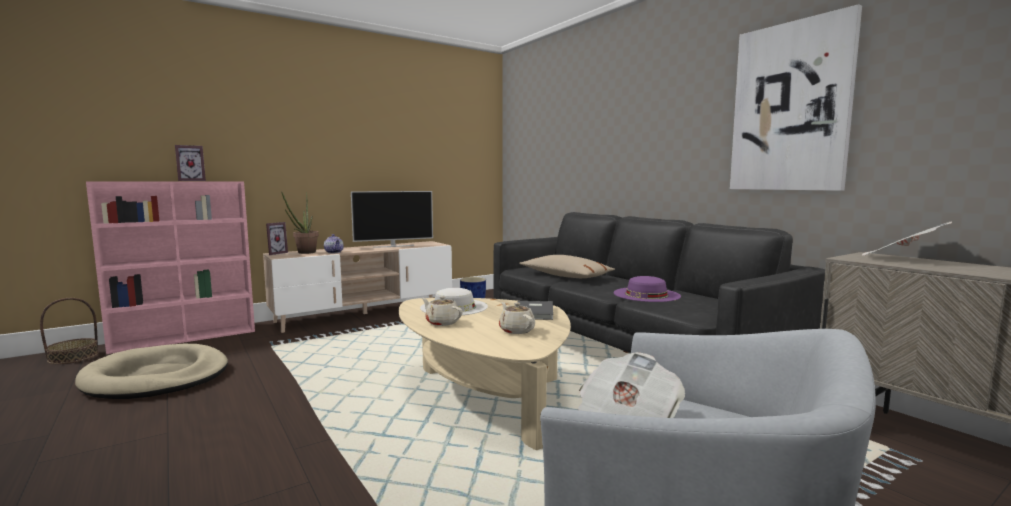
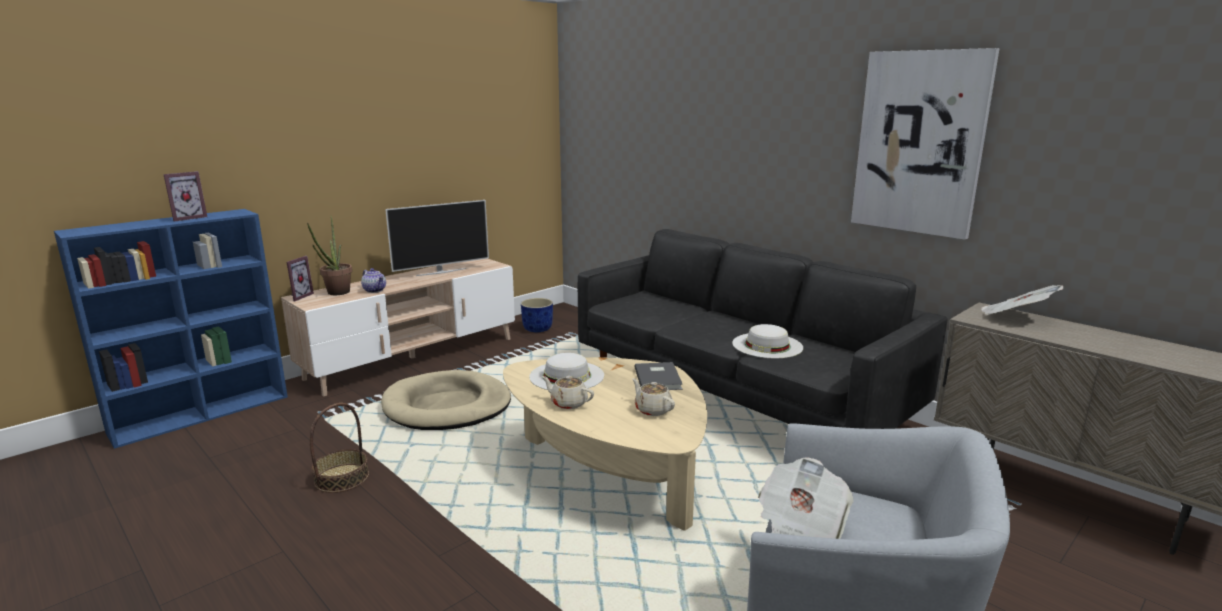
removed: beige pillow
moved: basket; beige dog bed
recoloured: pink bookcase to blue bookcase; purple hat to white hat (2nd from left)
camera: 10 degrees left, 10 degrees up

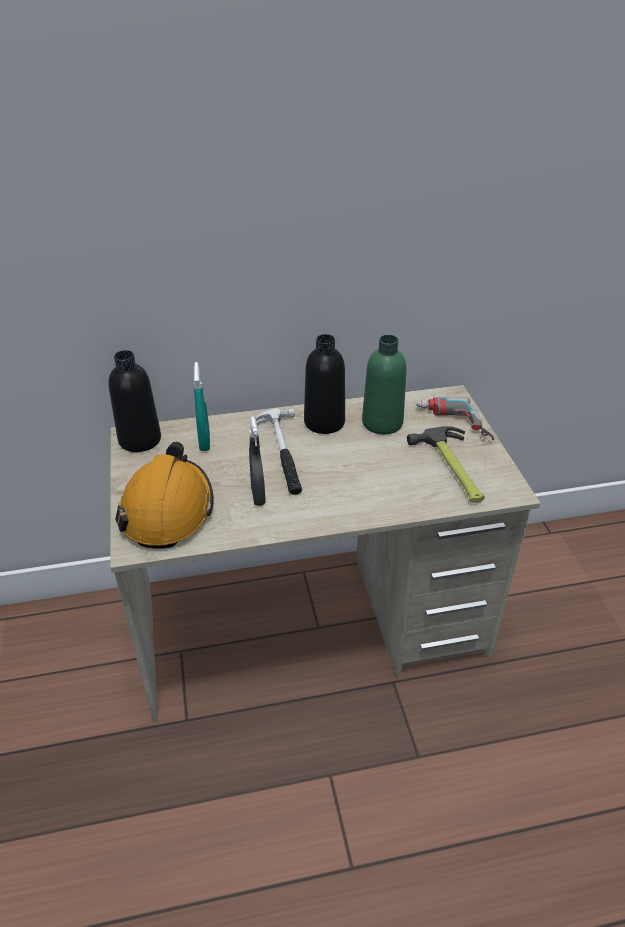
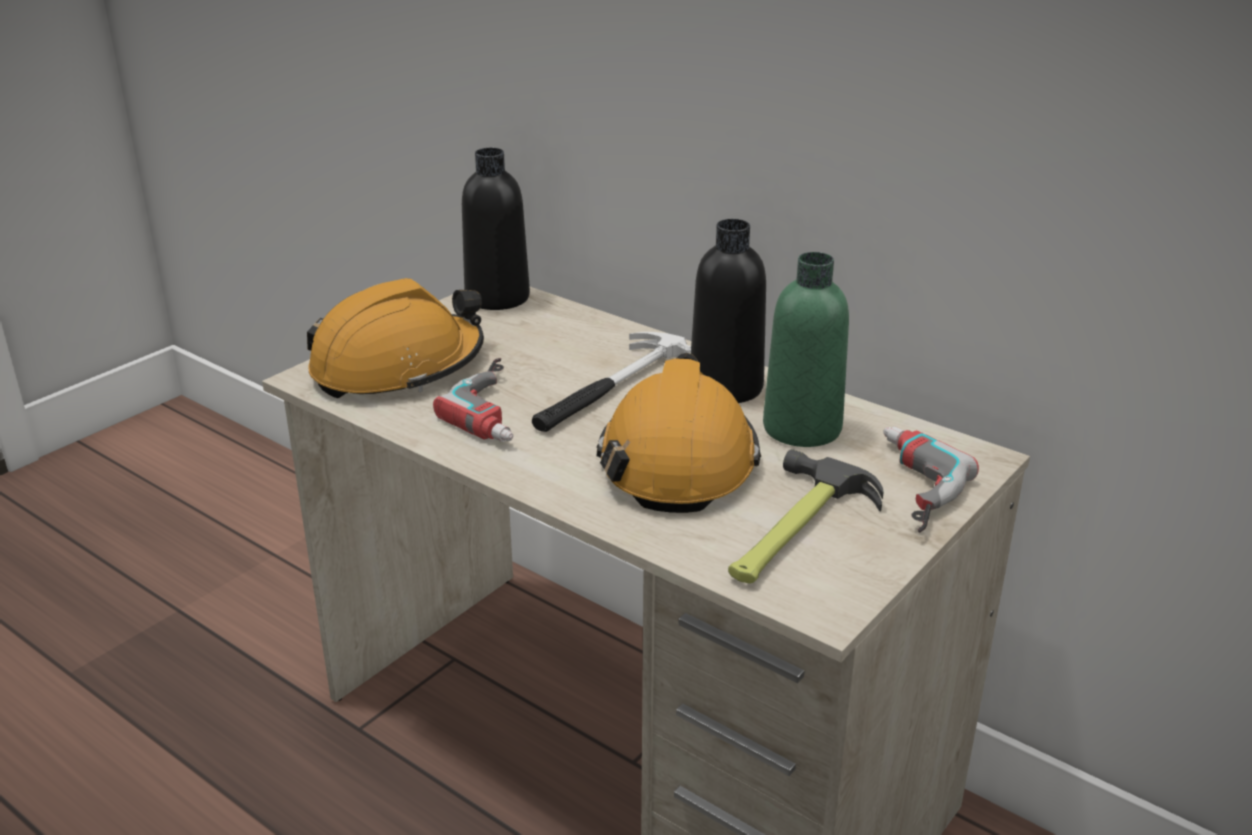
removed: turquoise spray bottle
added: orange hard hat (2nd from left)
replaced: grey spray bottle to power drill (1st from left)
camera: 50 degrees right, 10 degrees down

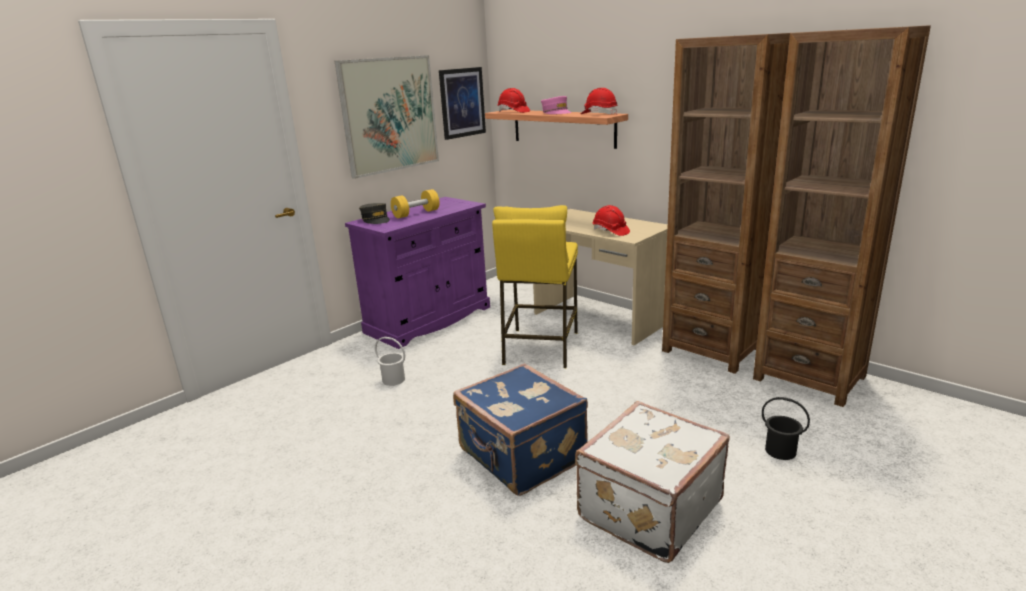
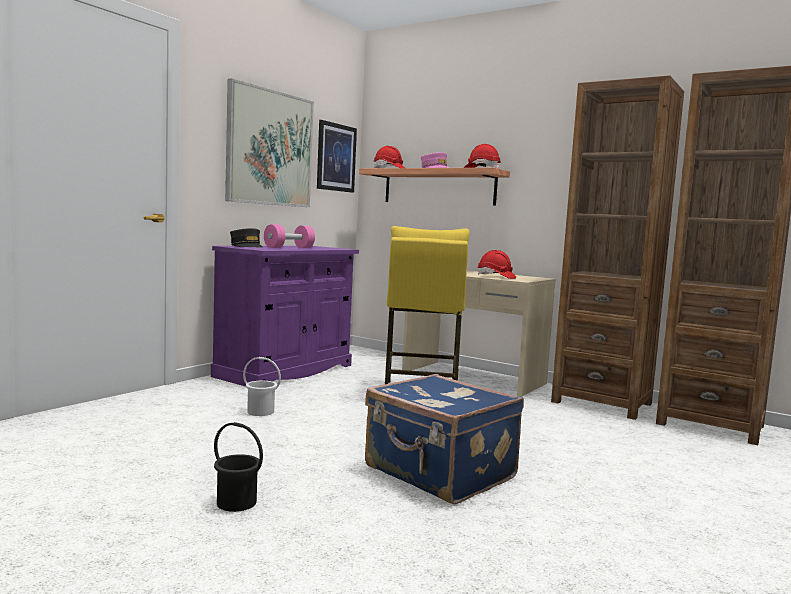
removed: white suitcase
moved: black bucket
recoloured: yellow dumbbell to pink dumbbell
camera: 10 degrees left, 15 degrees down

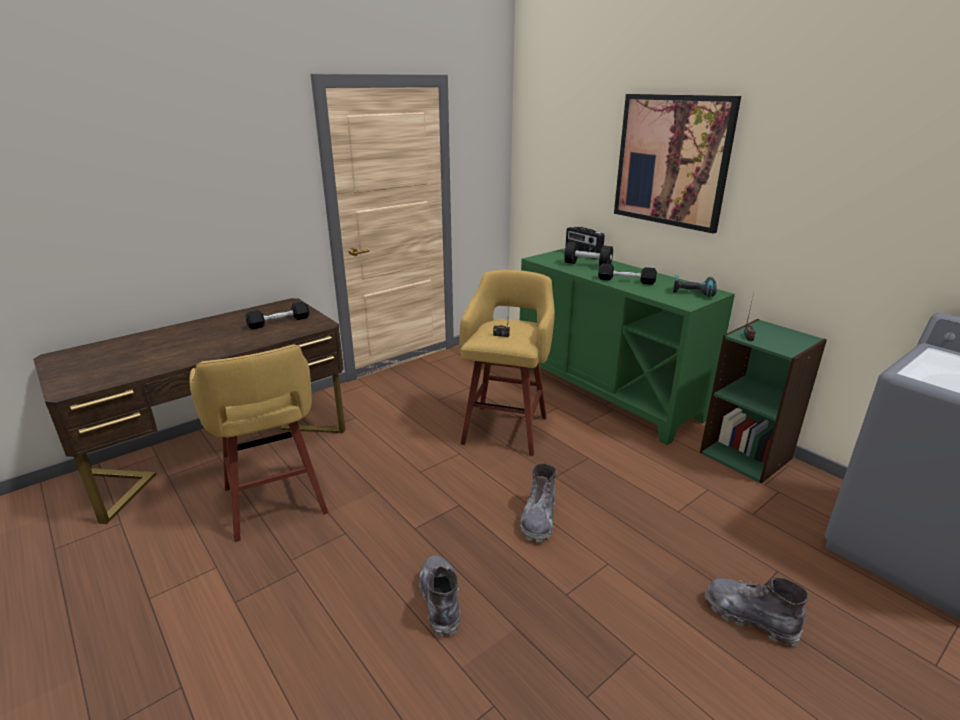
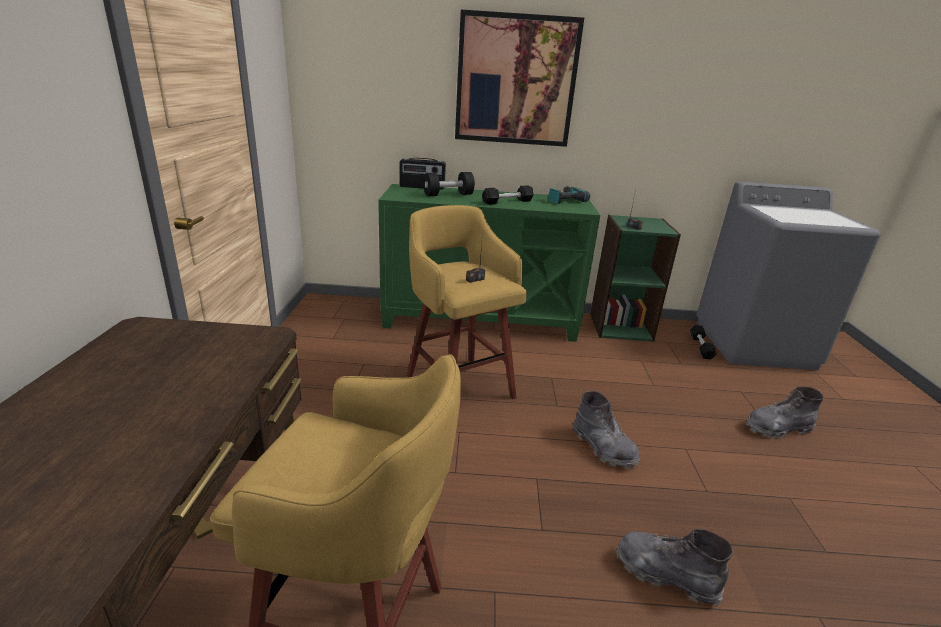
moved: black dumbbell (1st from left in the first image) to black dumbbell (3rd from left)
camera: 50 degrees left, 0 degrees up

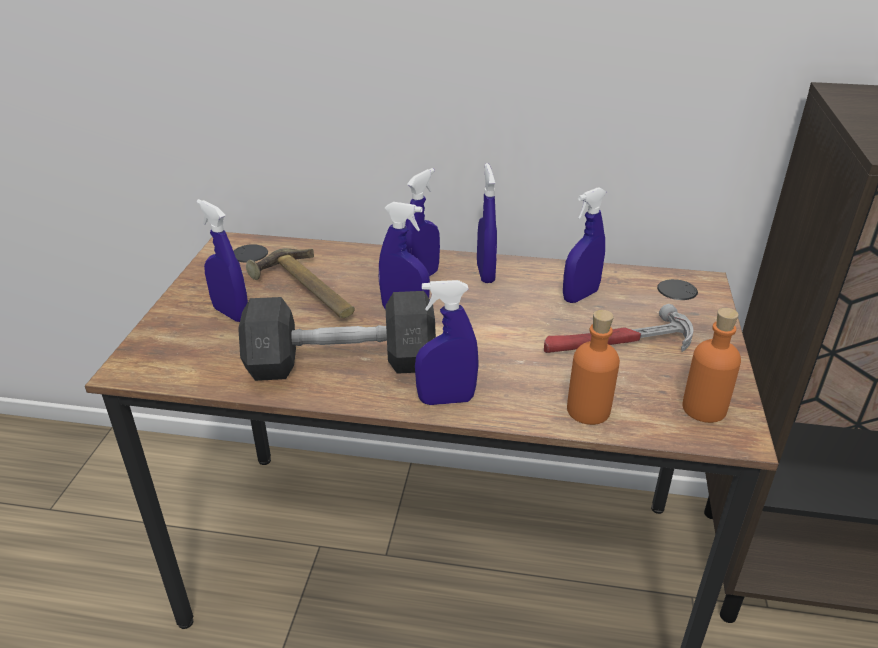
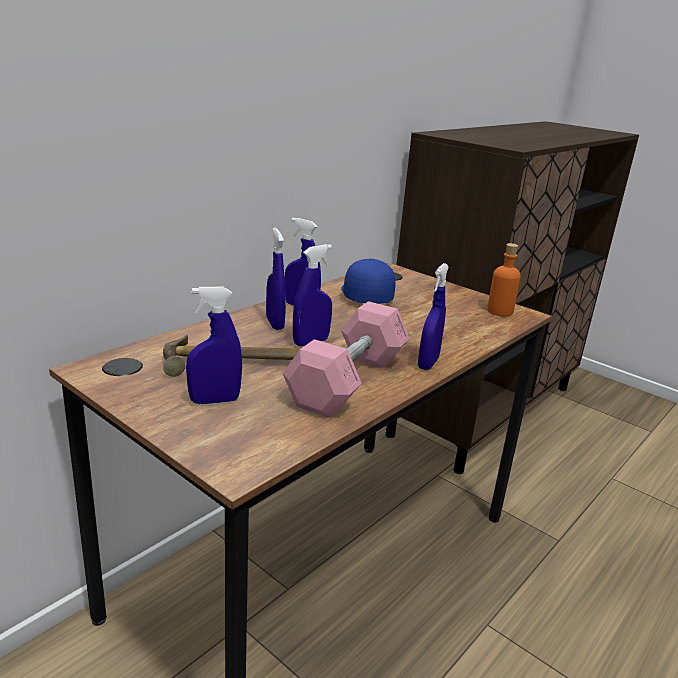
removed: hammer (2nd from left); orange bottle (1st from left)
replaced: blue spray bottle (6th from left) to blue cap
recoloured: grey dumbbell to pink dumbbell
camera: 60 degrees left, 10 degrees down

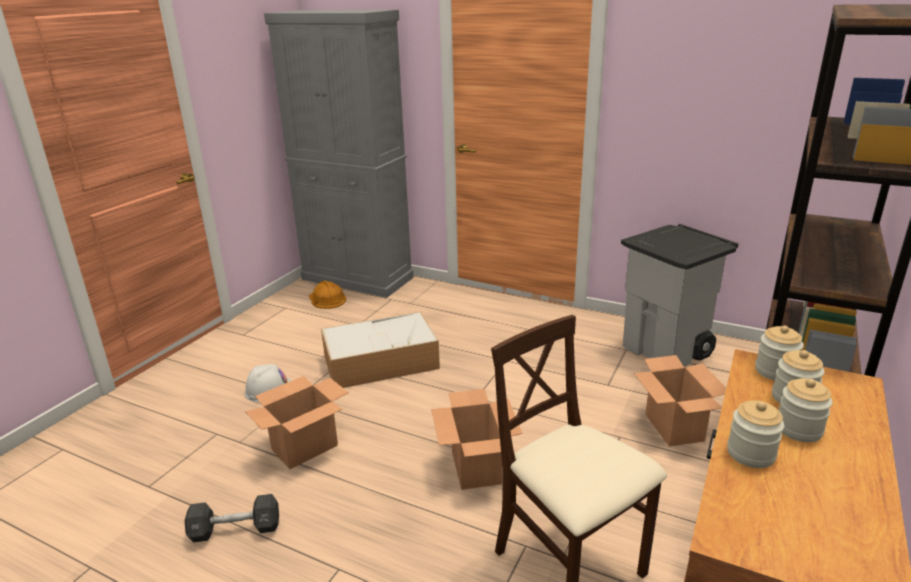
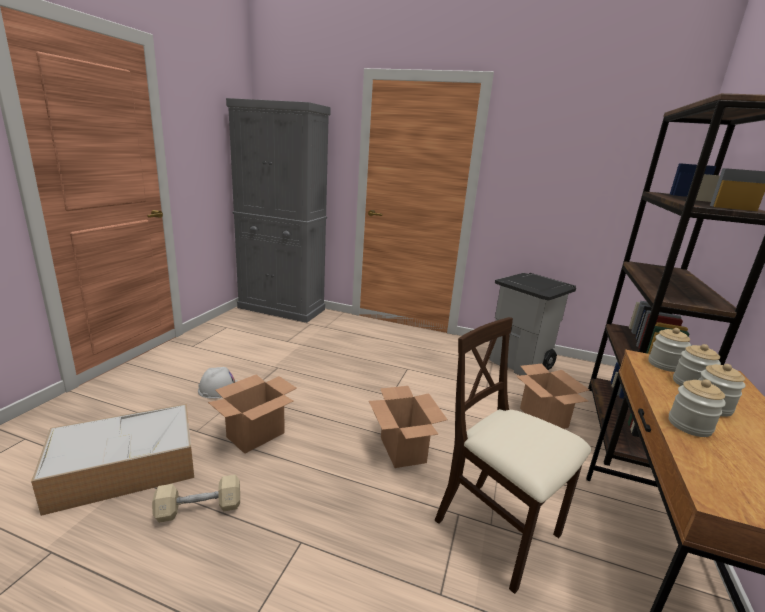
removed: orange hard hat
moved: storage box
recoloured: black dumbbell to beige dumbbell
camera: 10 degrees left, 5 degrees down

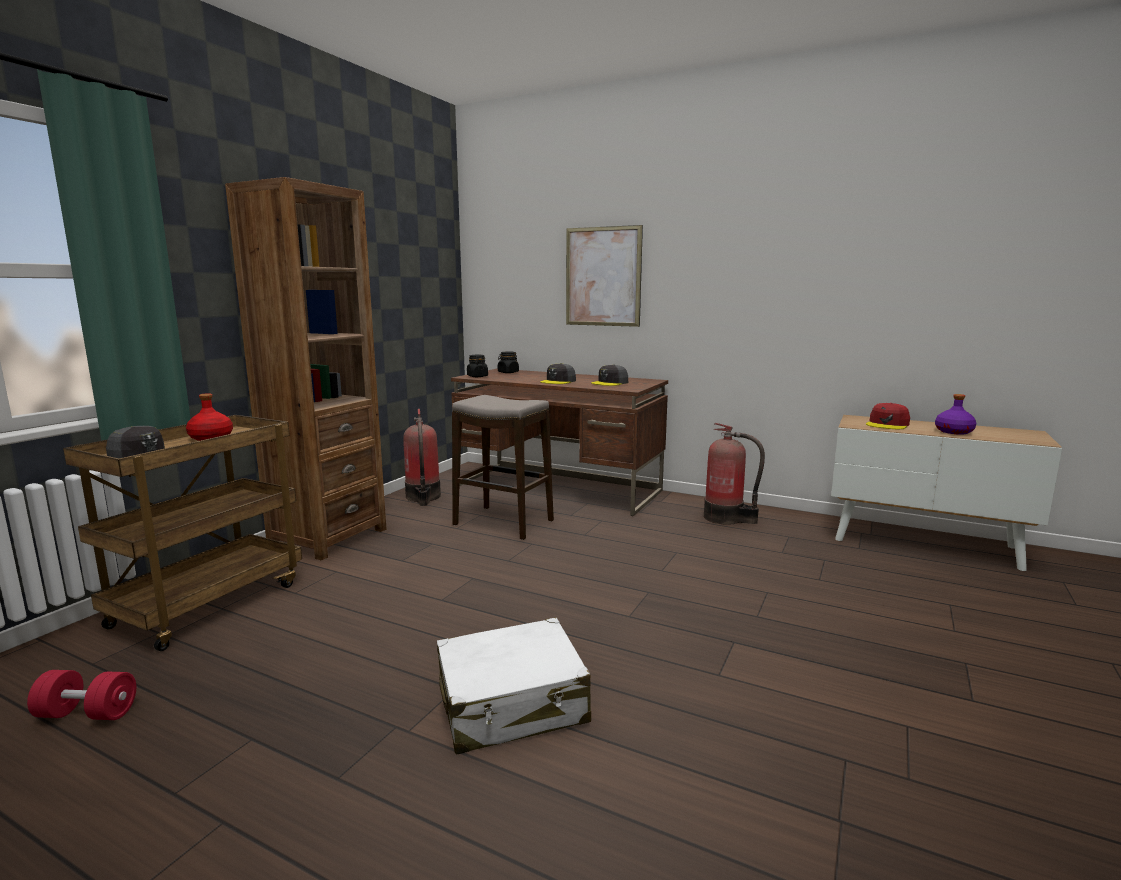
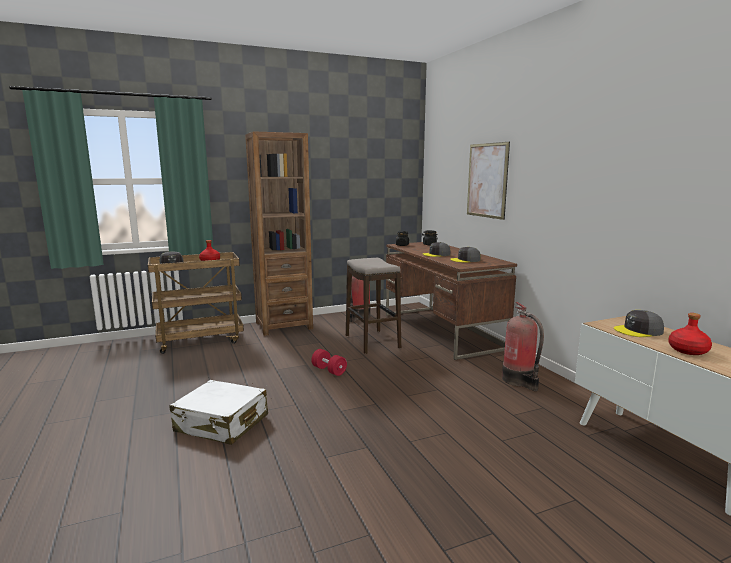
moved: red dumbbell
recoloured: red cap to grey cap (4th from left); purple bottle to red bottle (2nd from left)
camera: 40 degrees right, 0 degrees up

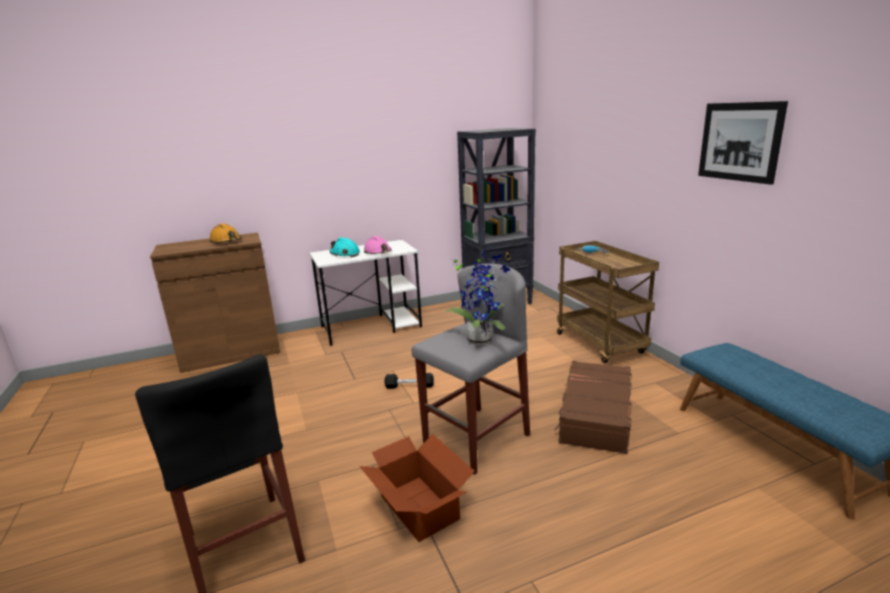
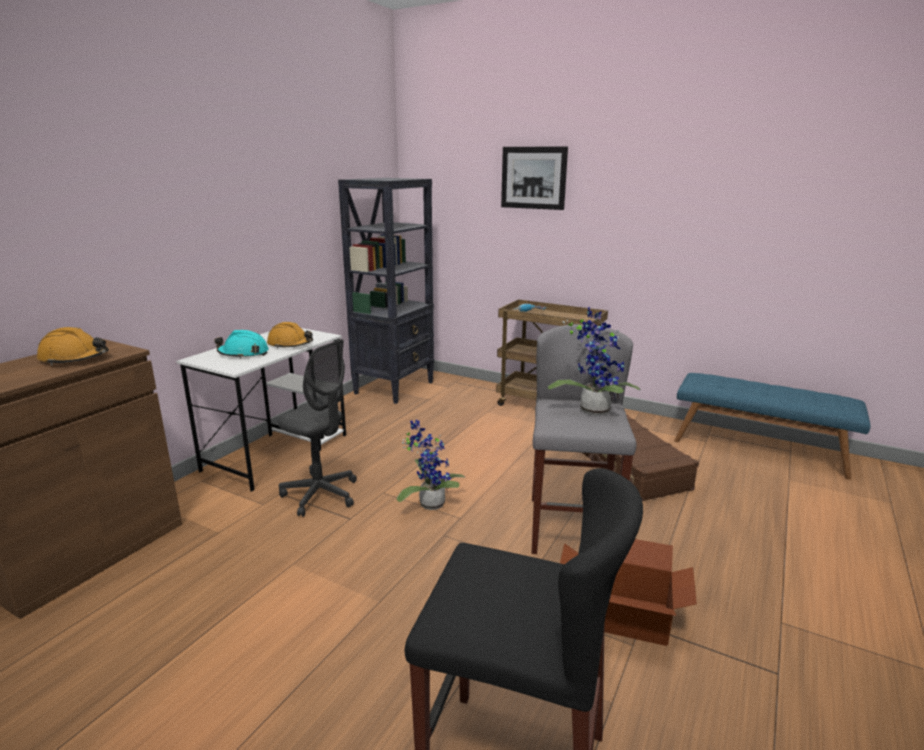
added: grey office chair
moved: picture
replaced: black dumbbell to potted plant (1st from left)
recoloured: pink hard hat to orange hard hat (2nd from left)
camera: 40 degrees left, 0 degrees up

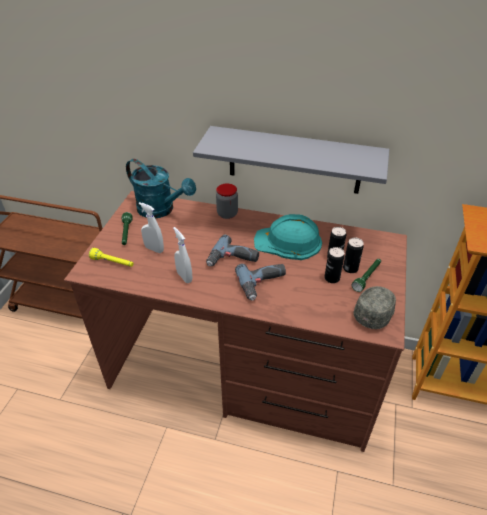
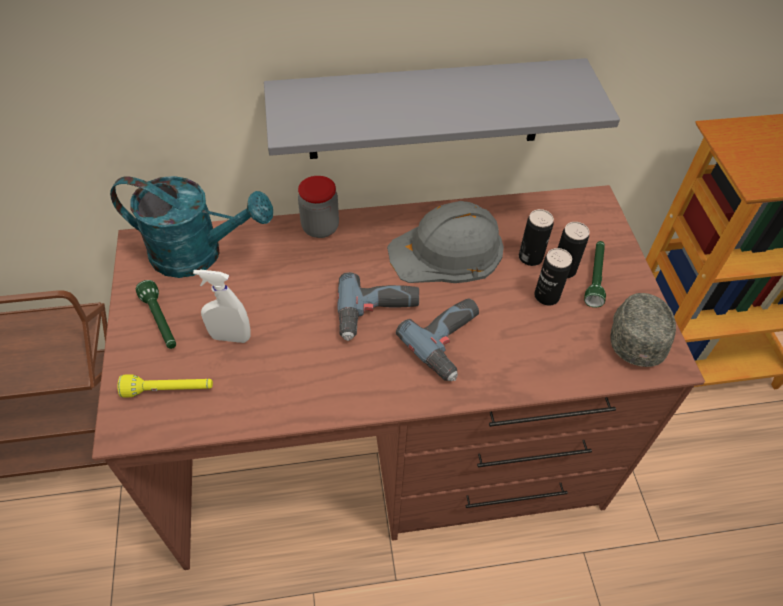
removed: white spray bottle (2nd from left)
recoloured: turquoise hard hat to grey hard hat
camera: 25 degrees left, 10 degrees up

